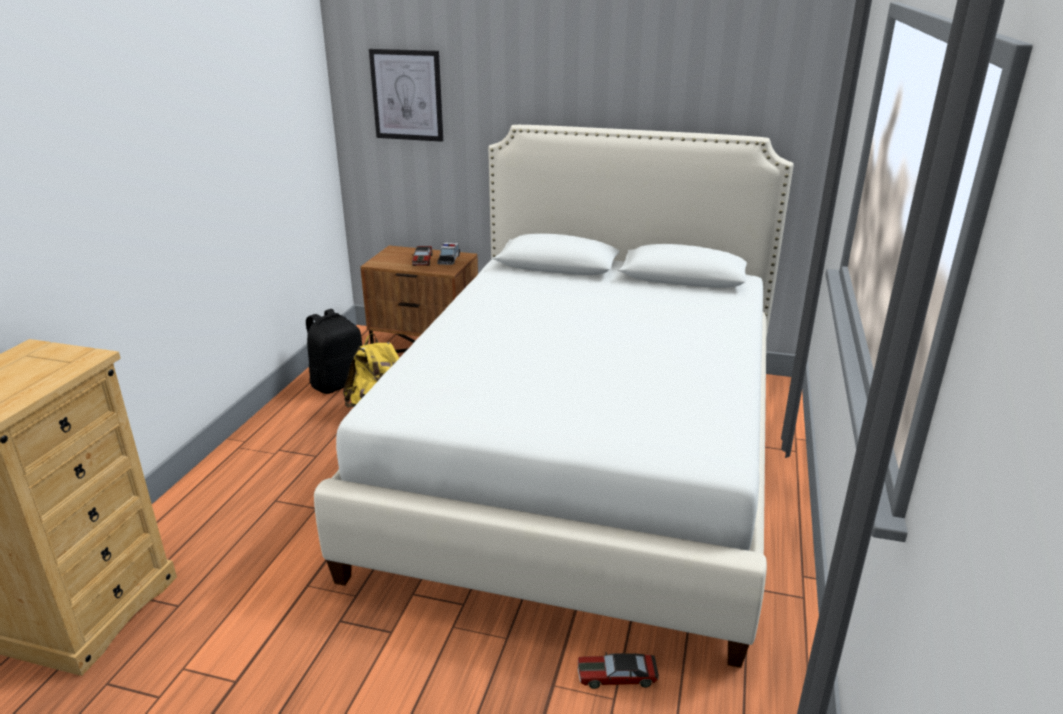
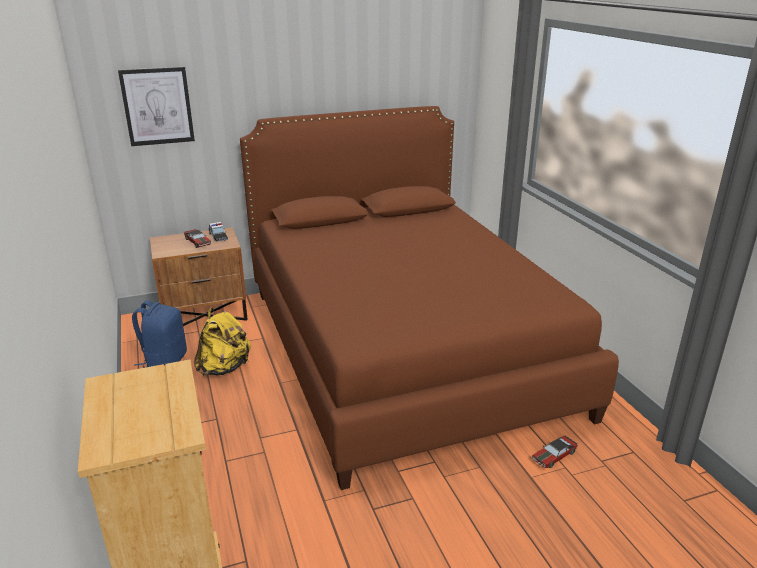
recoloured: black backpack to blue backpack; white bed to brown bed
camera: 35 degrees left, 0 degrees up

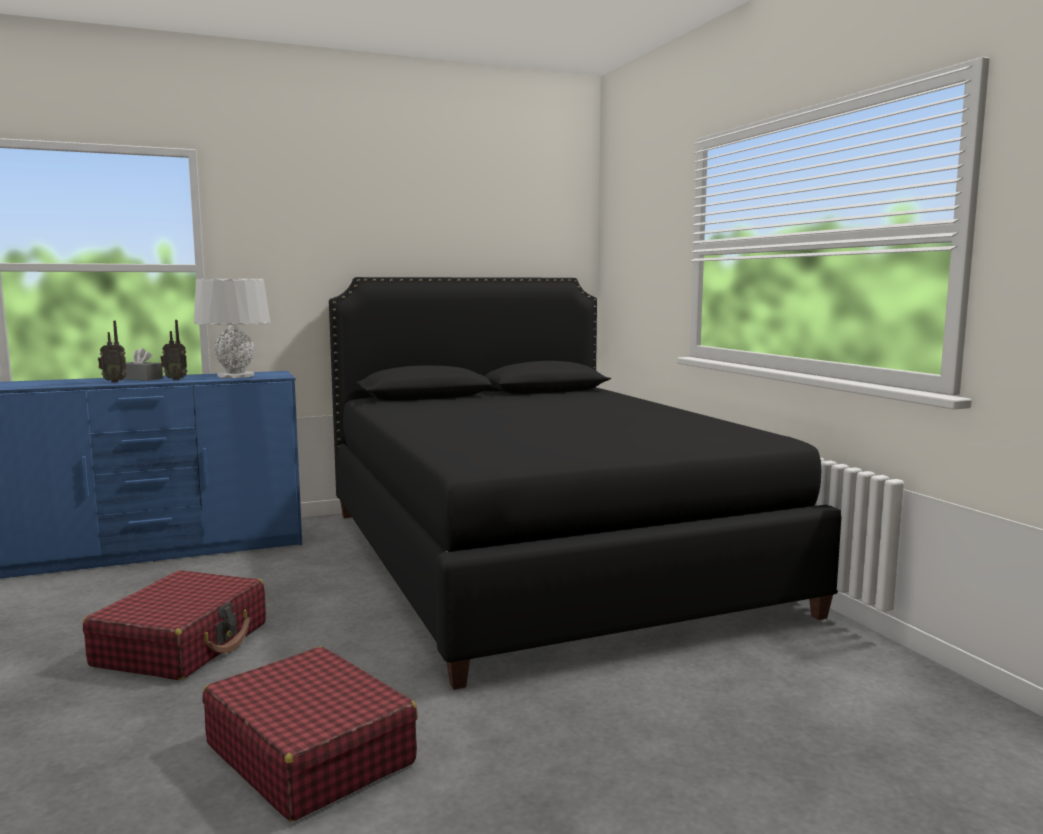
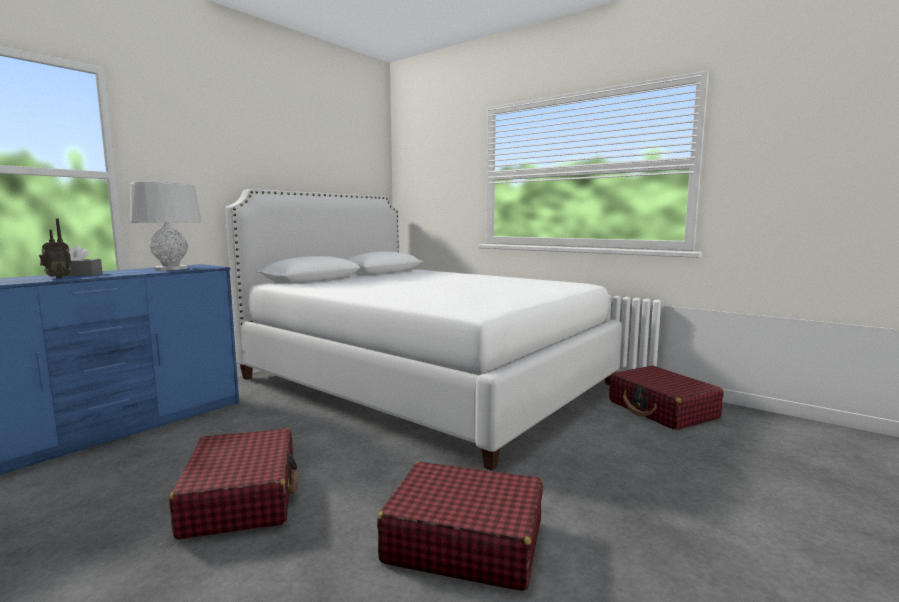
removed: radio (2nd from left)
added: red suitcase (3rd from left)
recoloured: black bed to white bed
camera: 30 degrees left, 0 degrees up

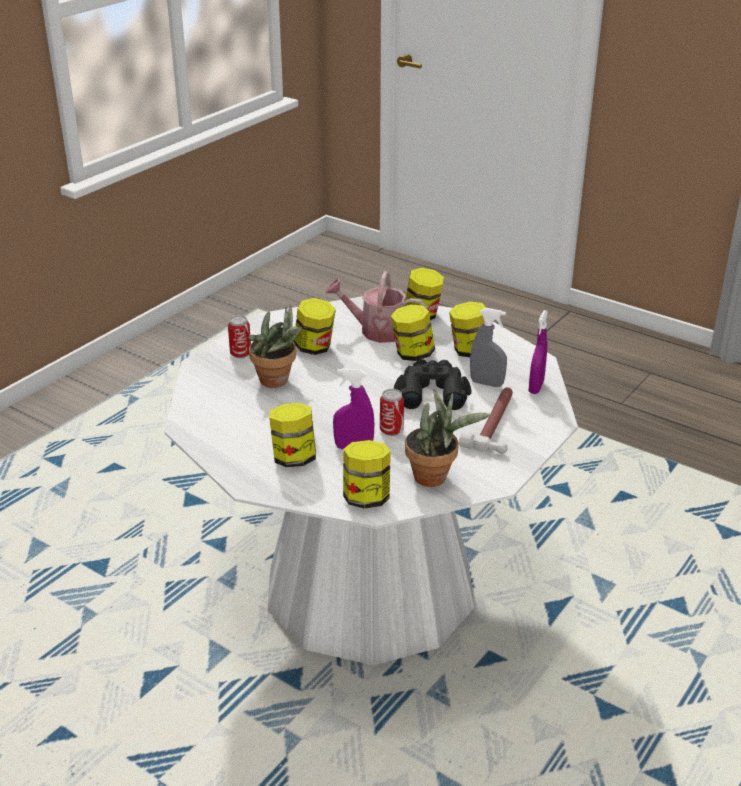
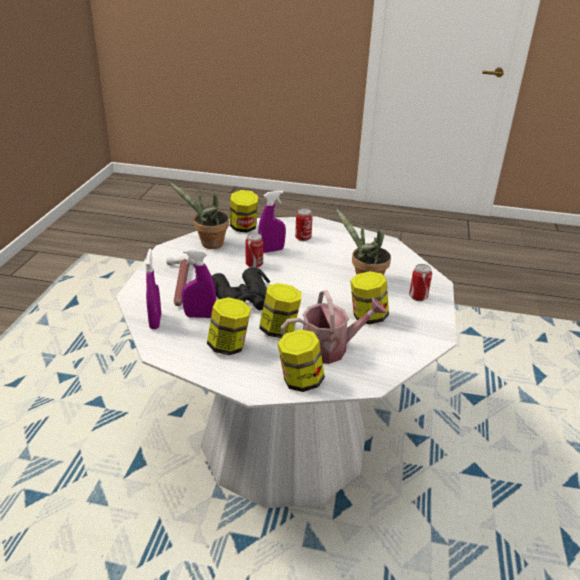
replaced: jar (1st from left) to can (2nd from left)
recoloured: grey spray bottle to purple spray bottle (2nd from left)
camera: 155 degrees right, 0 degrees up

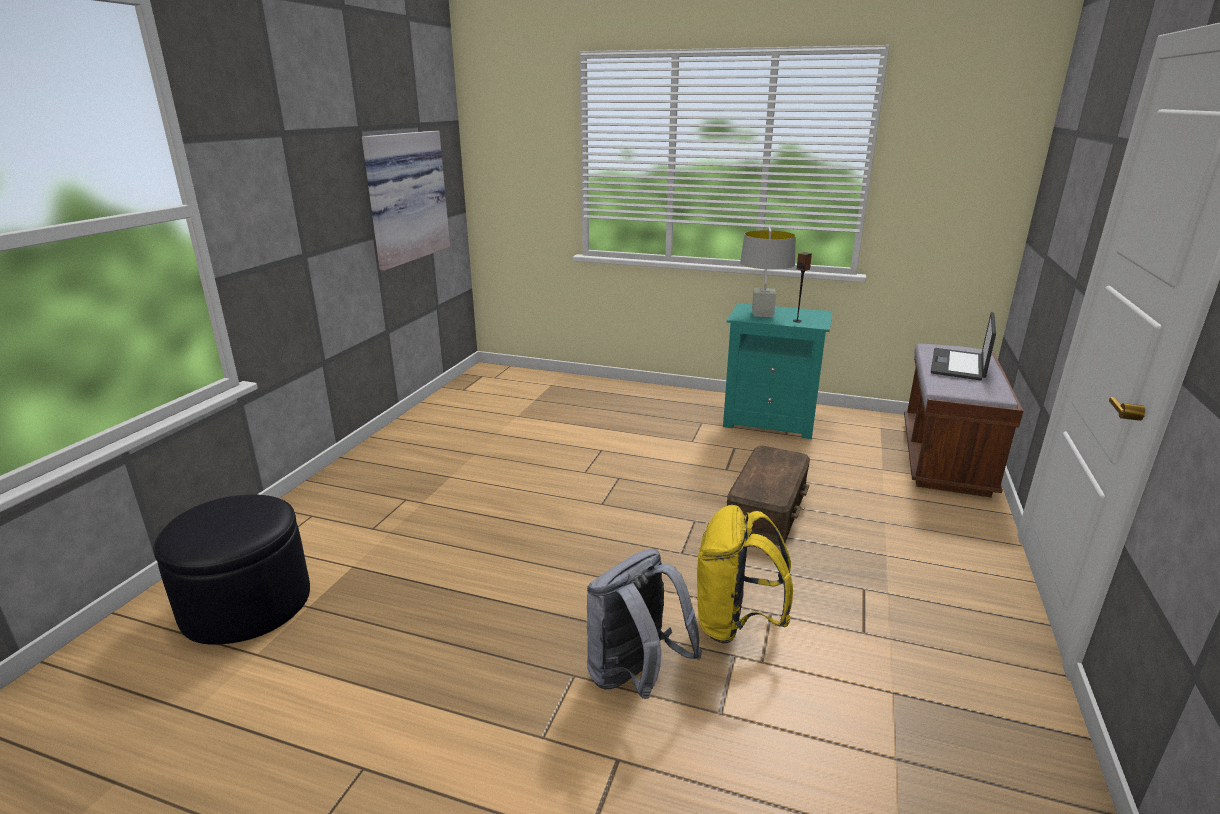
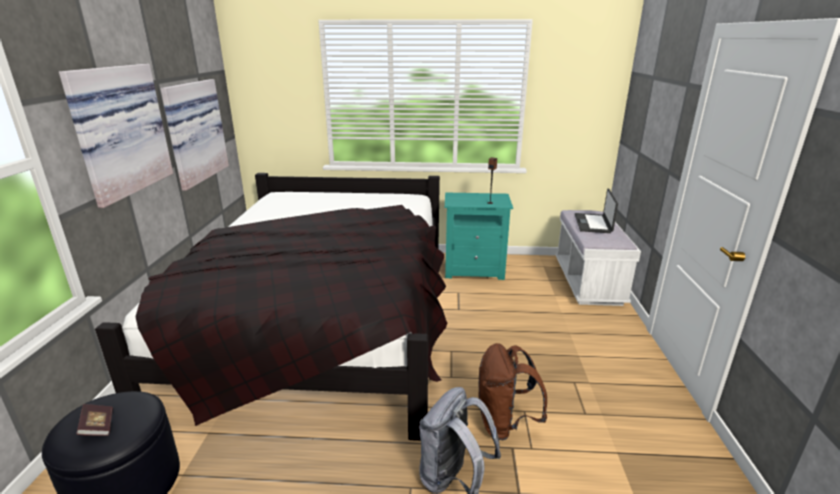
removed: brown storage box; grey table lamp
added: picture (1st from left); book; black bed
recoloured: yellow backpack to brown backpack; brown bench to white bench
camera: 15 degrees left, 0 degrees up

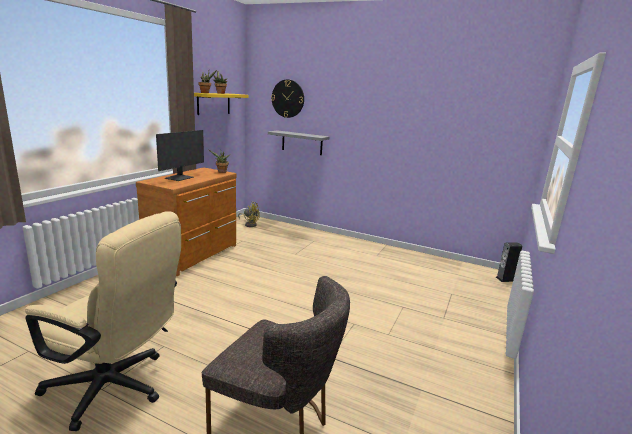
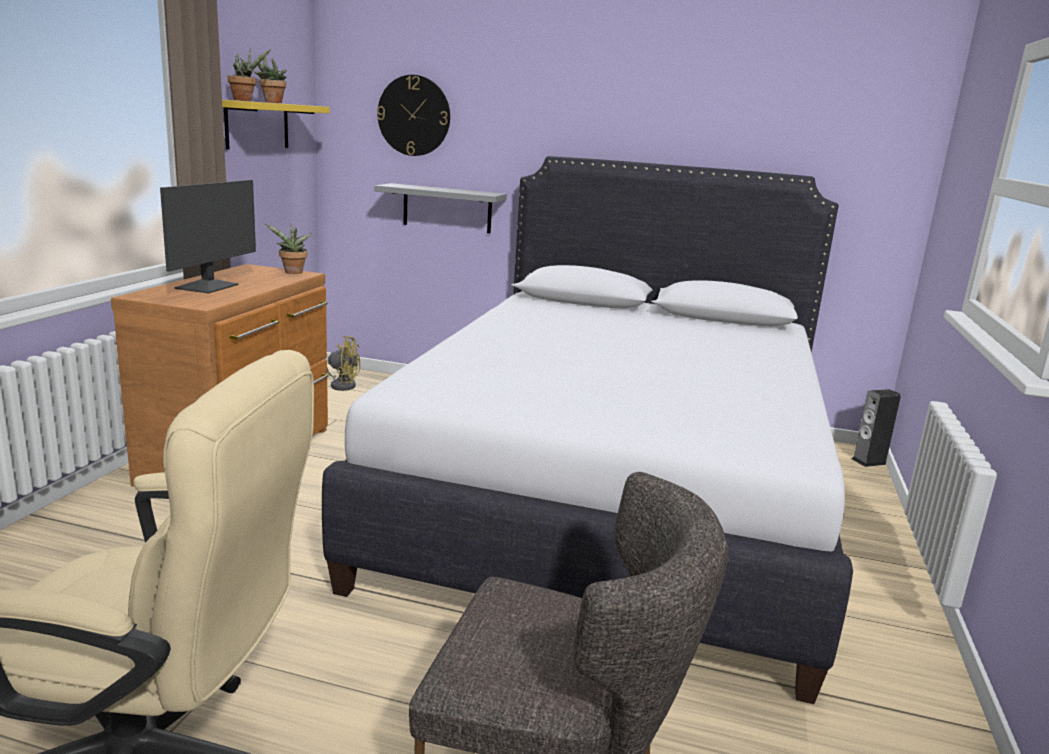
added: white bed
camera: 10 degrees left, 0 degrees up

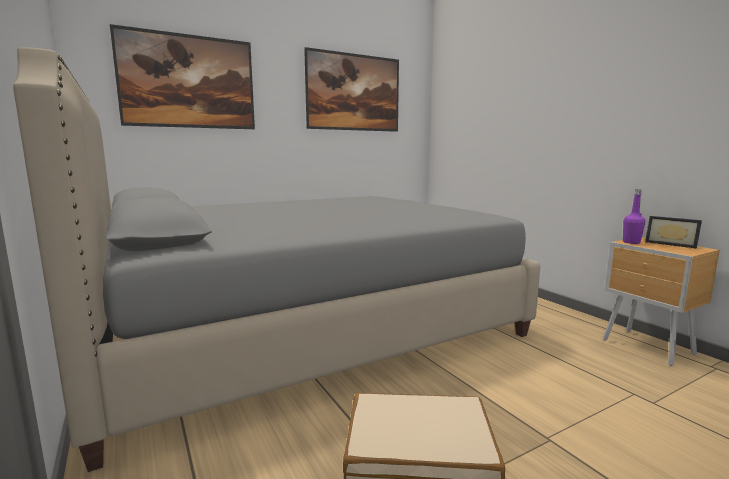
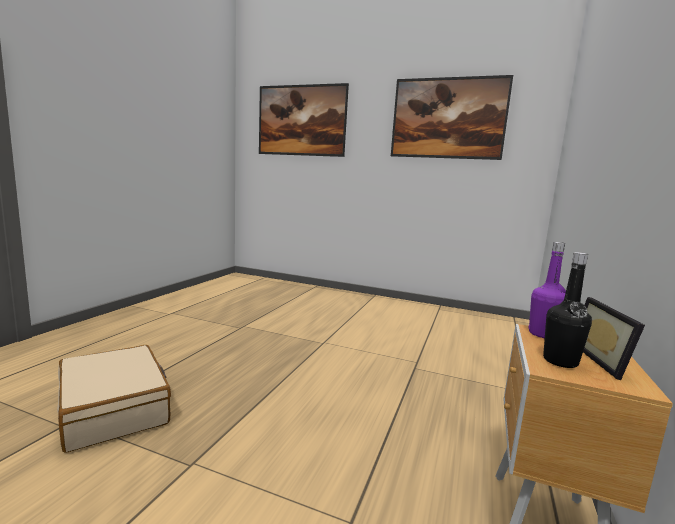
removed: grey bed
added: black bottle
camera: 50 degrees right, 0 degrees up

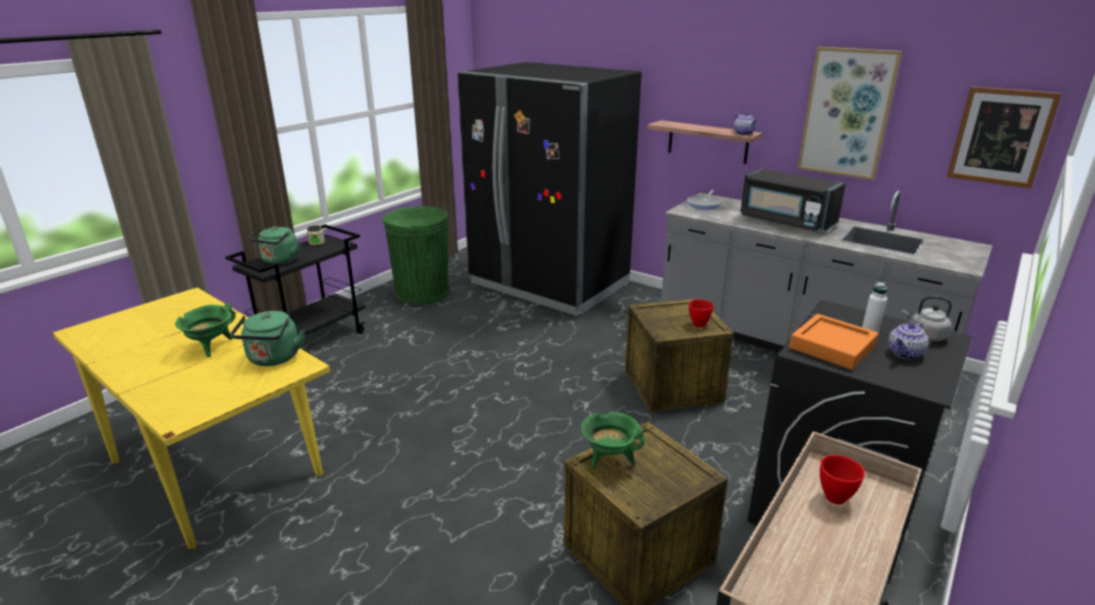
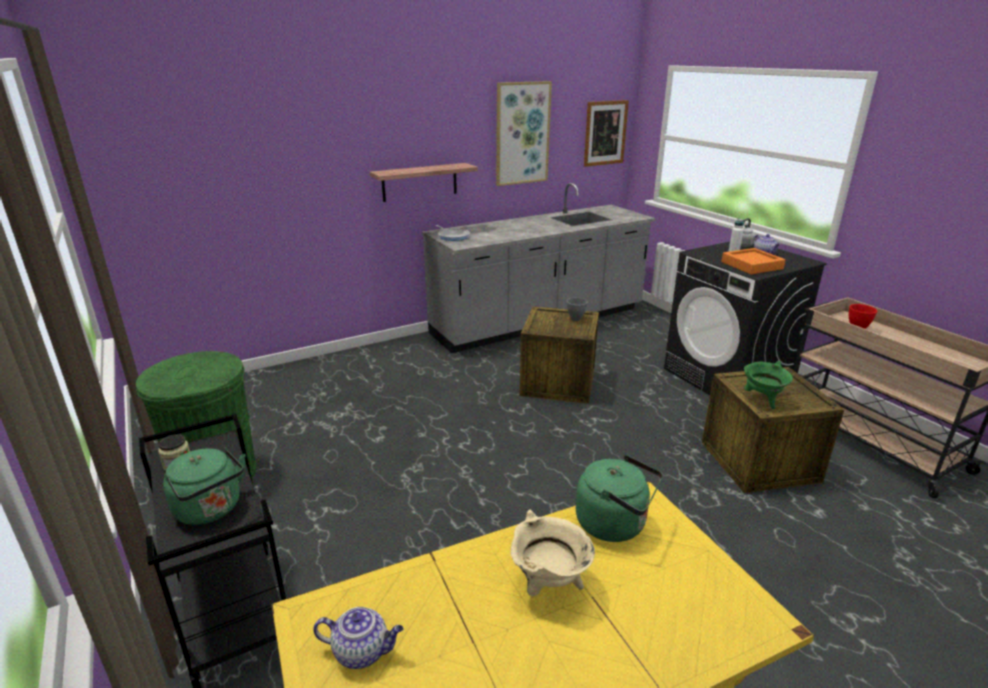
removed: black fridge; black microwave
moved: teapot (1st from left)
recoloured: green cooking pot (1st from left) to beige cooking pot; red bowl (1st from left) to grey bowl
camera: 65 degrees left, 0 degrees up

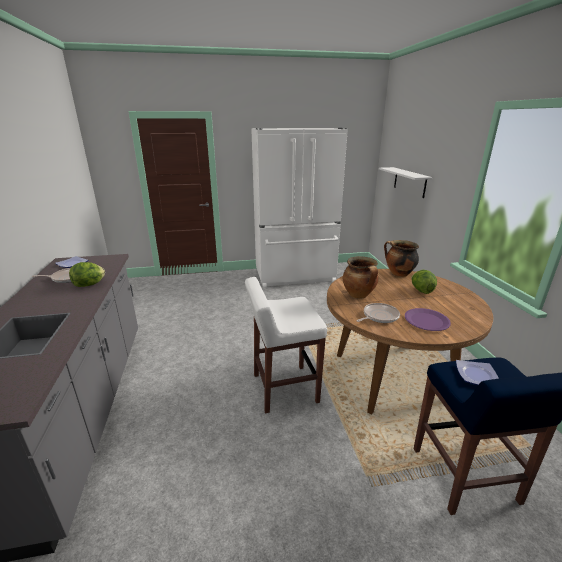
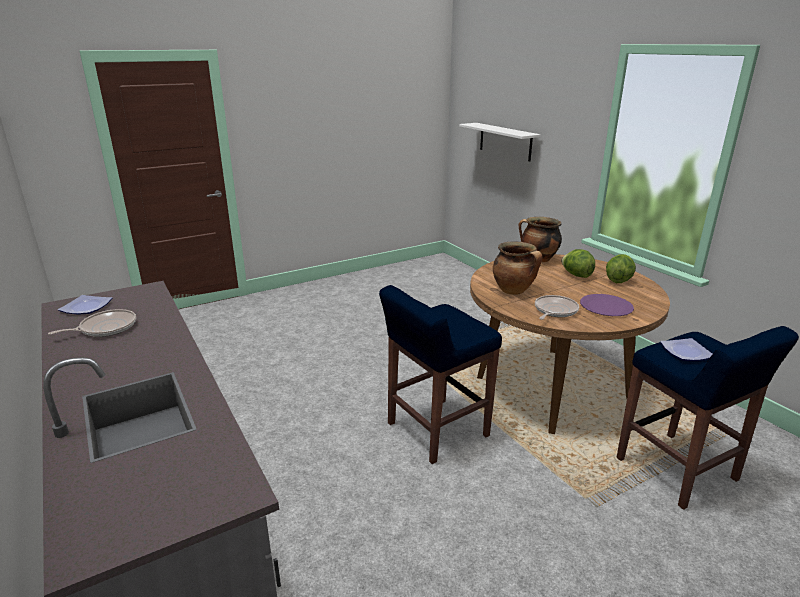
removed: white fridge
moved: lettuce (1st from left in the first image) to lettuce (2nd from left)
recoloured: white stool to blue stool (1st from left)
camera: 20 degrees left, 0 degrees up

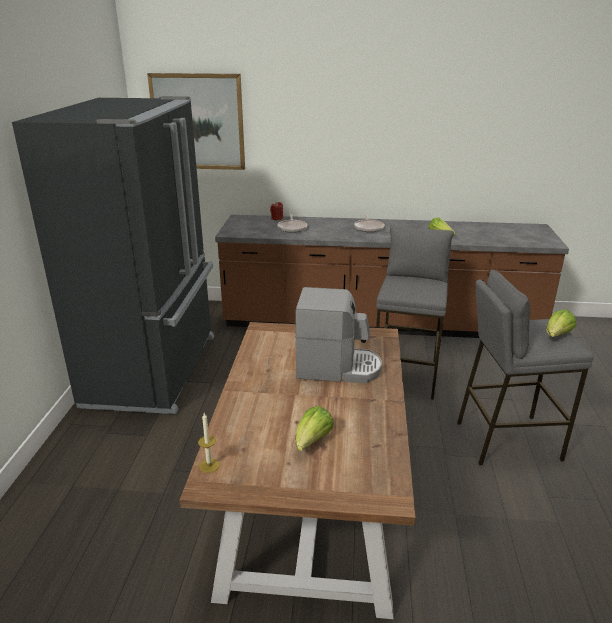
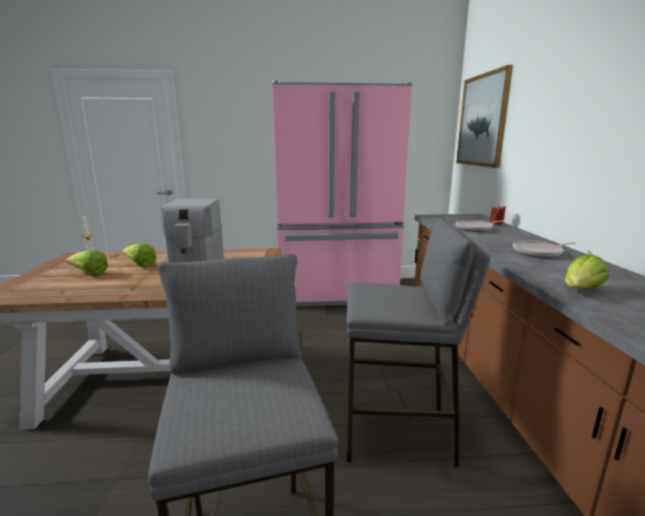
moved: lettuce (3rd from left in the first image) to lettuce (2nd from left)
recoloured: black fridge to pink fridge
camera: 80 degrees right, 10 degrees down

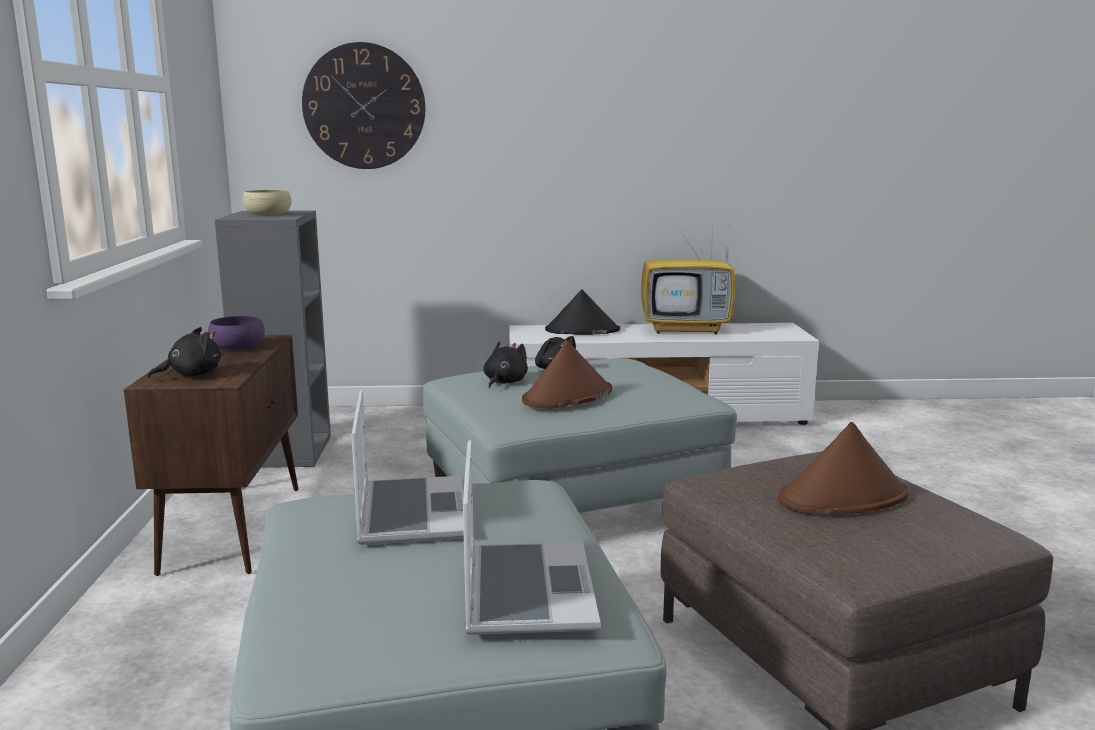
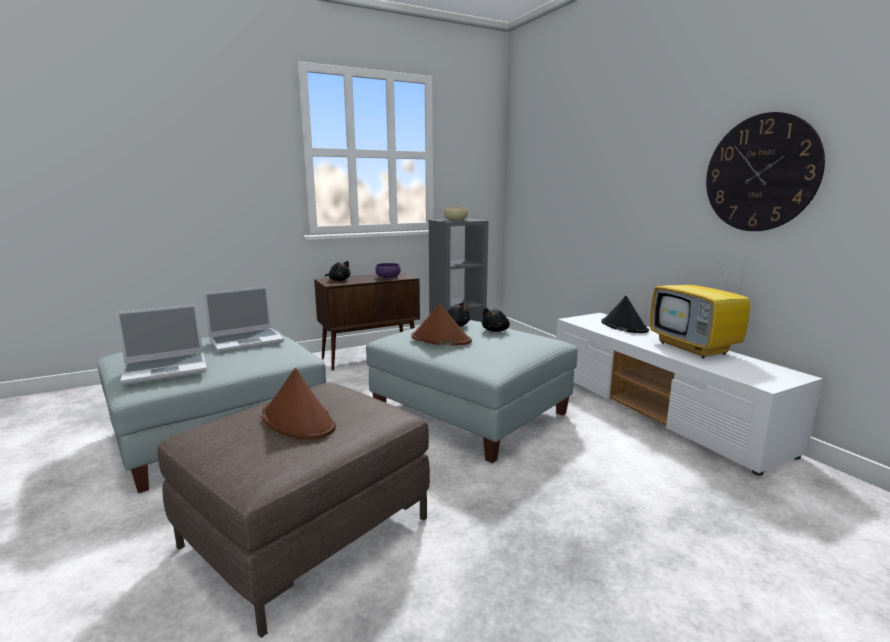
moved: wall clock
camera: 65 degrees right, 0 degrees up

